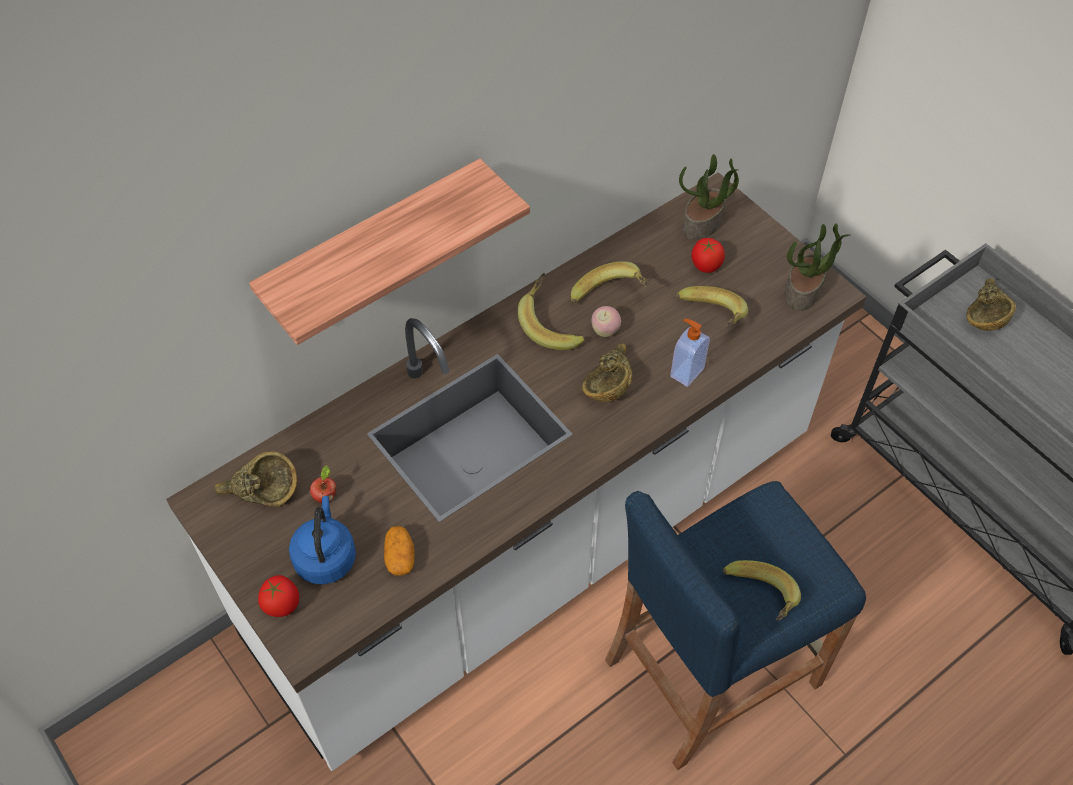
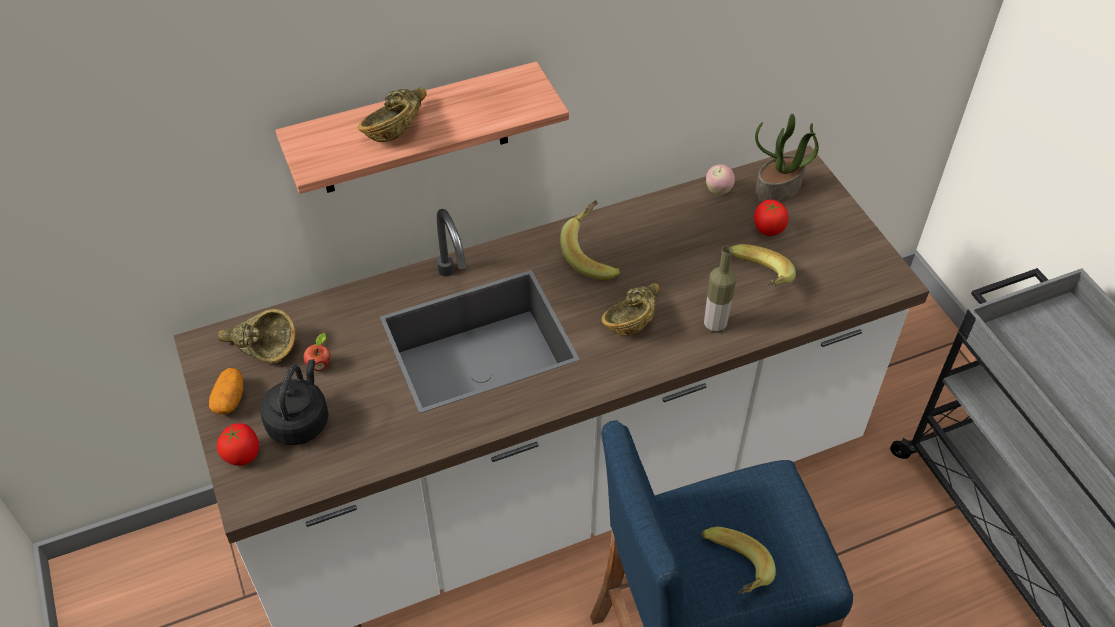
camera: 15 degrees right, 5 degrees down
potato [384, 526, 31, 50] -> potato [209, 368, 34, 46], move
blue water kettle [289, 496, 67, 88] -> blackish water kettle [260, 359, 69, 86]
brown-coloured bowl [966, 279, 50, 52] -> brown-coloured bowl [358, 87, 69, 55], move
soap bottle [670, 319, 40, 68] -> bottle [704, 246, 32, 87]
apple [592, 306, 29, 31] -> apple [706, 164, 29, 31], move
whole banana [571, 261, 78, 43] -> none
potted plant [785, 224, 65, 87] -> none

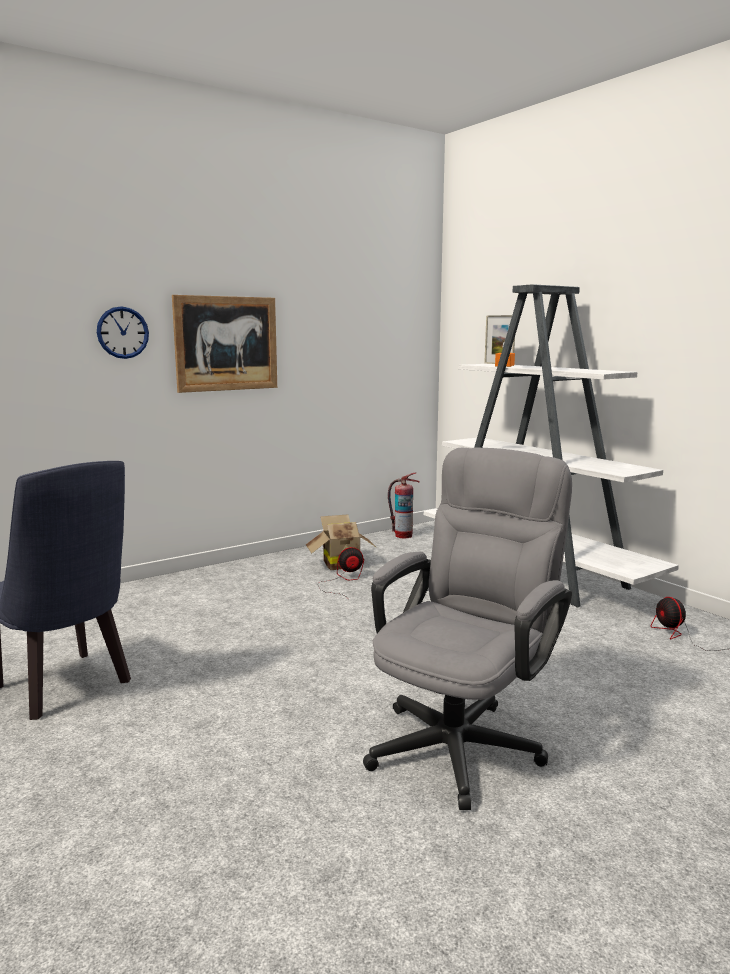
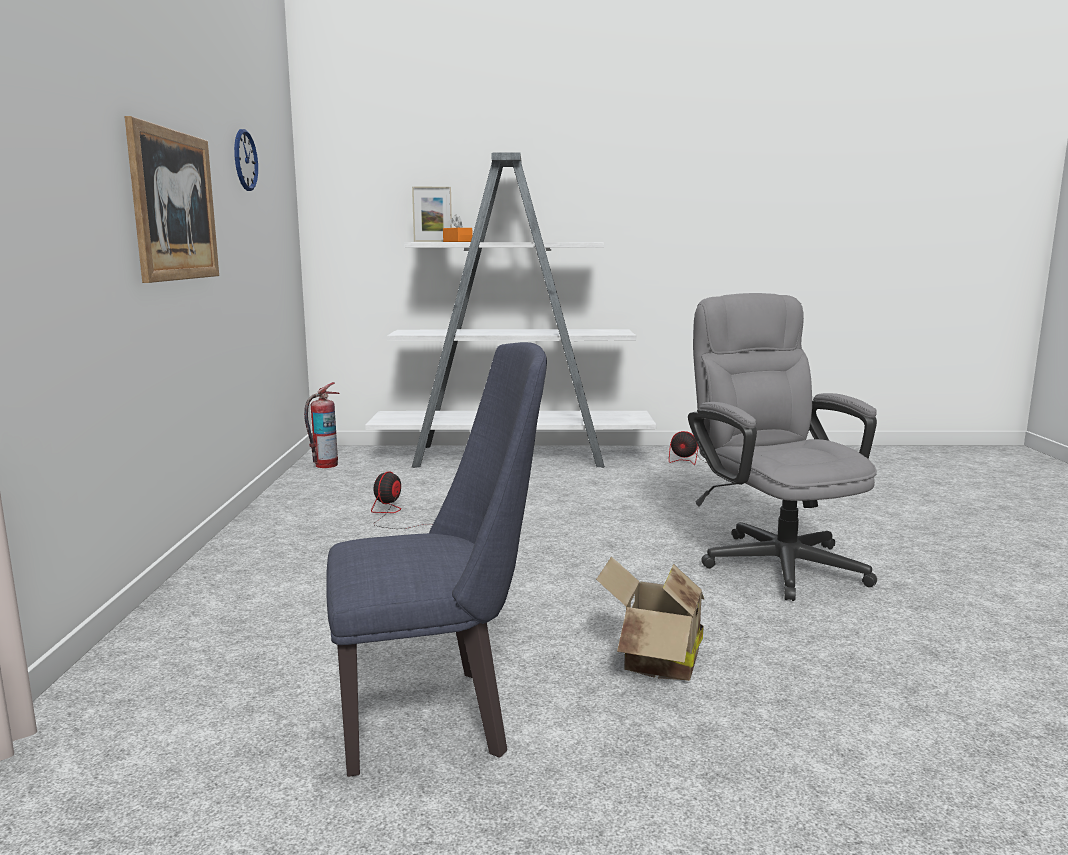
camera: 55 degrees left, 0 degrees up
hanging clock [97, 306, 52, 53] -> hanging clock [234, 129, 24, 62], move
cardboard box [306, 514, 71, 56] -> cardboard box [596, 557, 109, 124], move

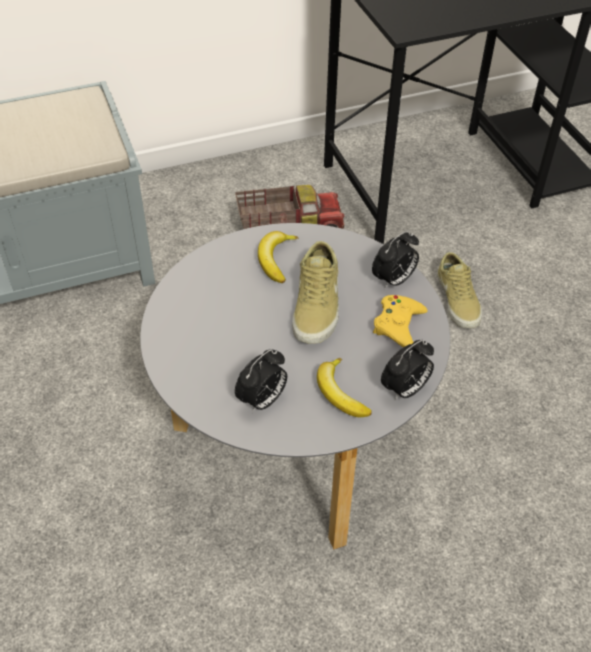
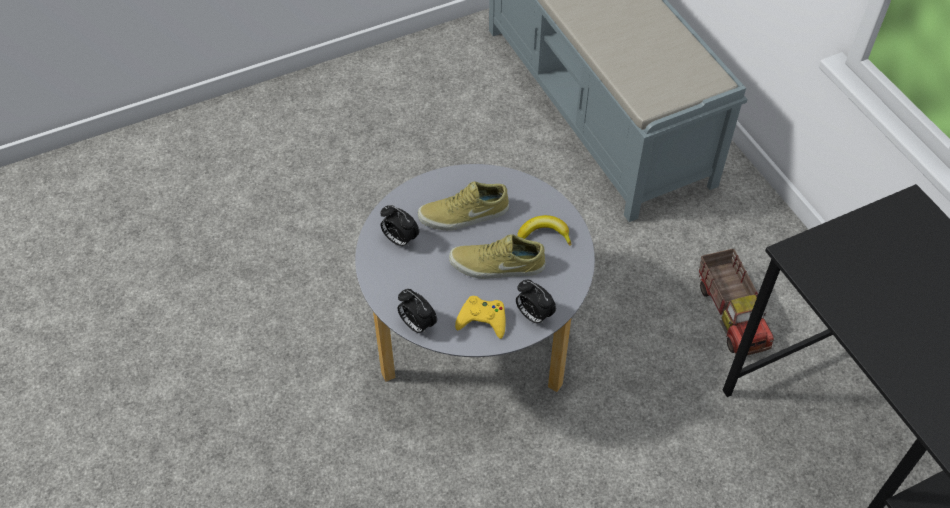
camera: 85 degrees right, 5 degrees up
sand-coloured low shoe [438, 252, 44, 76] -> sand-coloured low shoe [418, 181, 91, 49], move
whole banana [317, 358, 55, 59] -> none

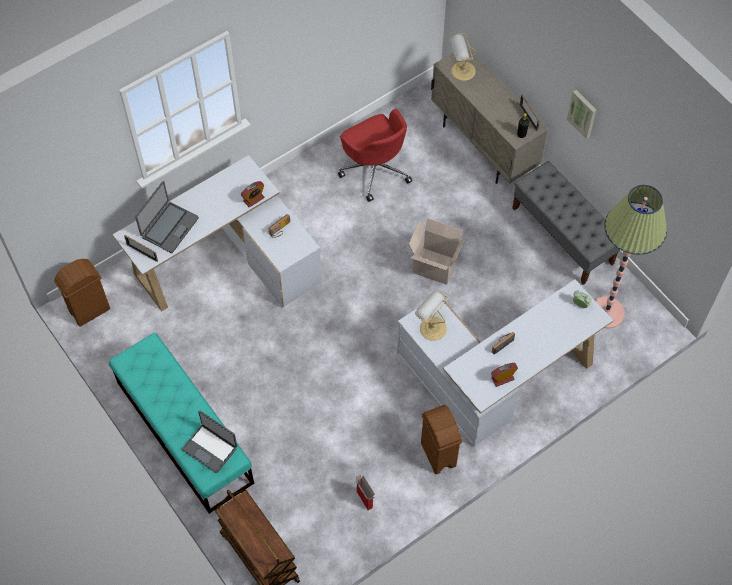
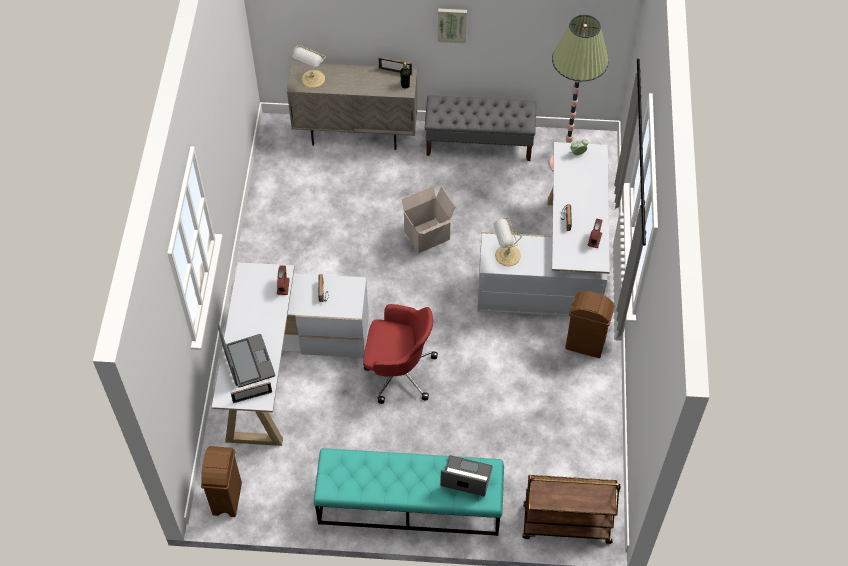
camera: 50 degrees left, 5 degrees down
reddish computer chair [338, 109, 74, 93] -> reddish computer chair [363, 304, 75, 100], move
notebook computer [182, 410, 55, 63] -> notebook computer [440, 455, 53, 41], 150 degrees counterclockwise
cardboard box [355, 475, 20, 35] -> none

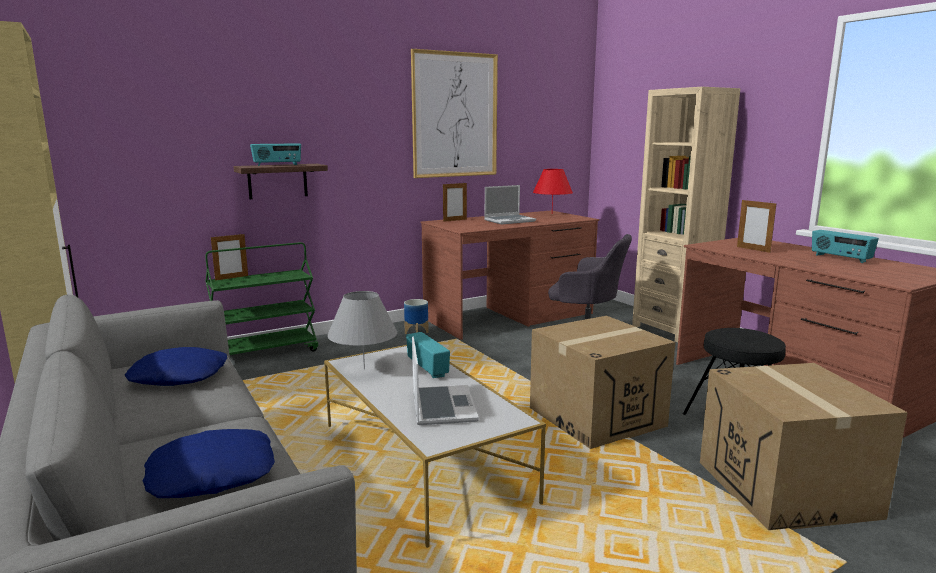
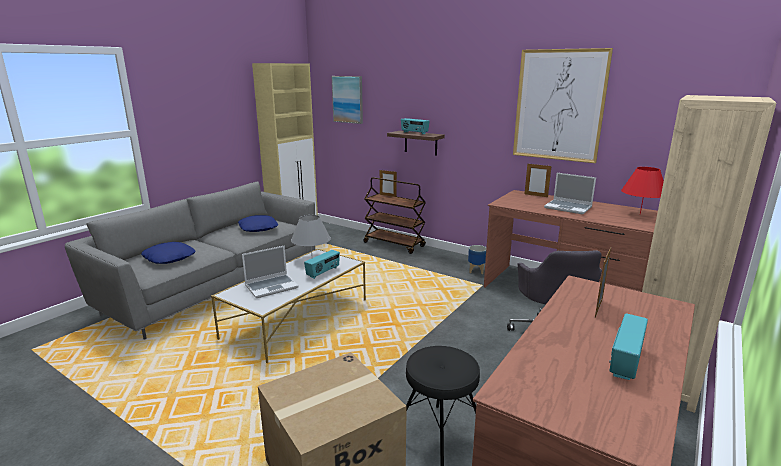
camera: 65 degrees right, 5 degrees up
none -> wall picture [332, 76, 31, 48]
green cart [205, 242, 113, 113] -> brown-coloured cart [363, 177, 63, 77]
cardboard box [530, 316, 145, 133] -> none

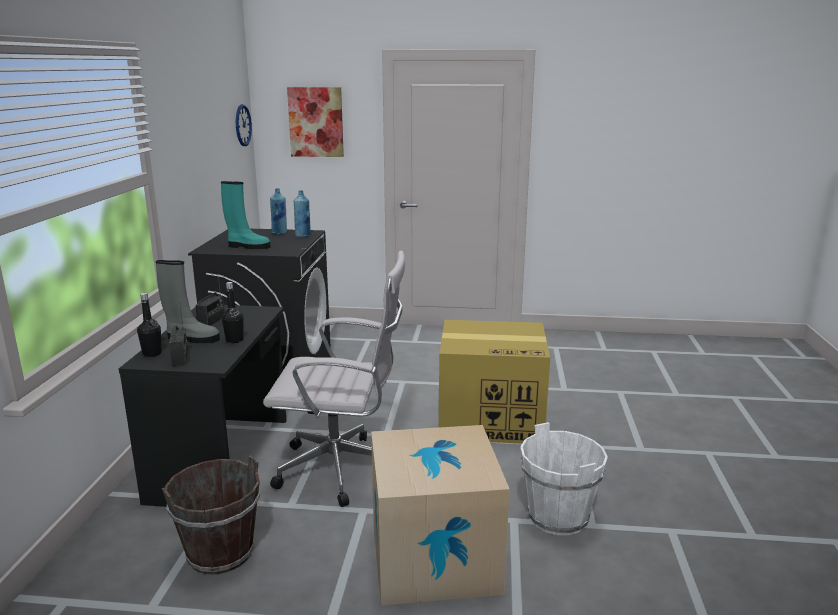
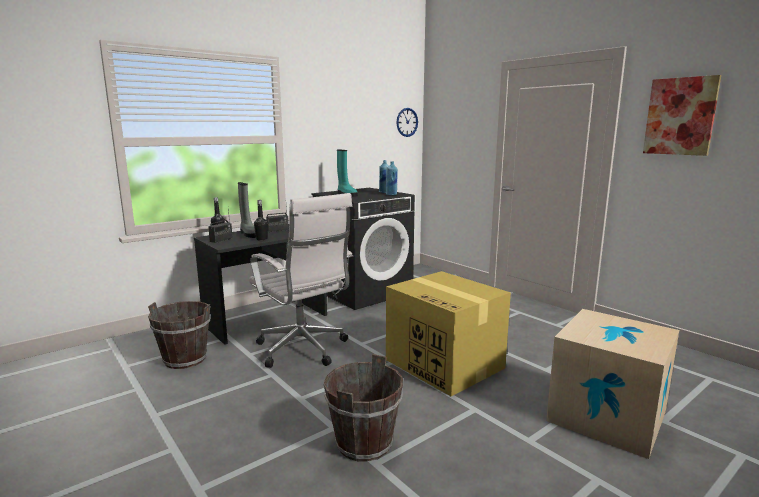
camera: 45 degrees right, 5 degrees down
white bucket [520, 422, 88, 113] -> brown-coloured bucket [324, 354, 79, 108]
cardboard box [371, 425, 139, 180] -> cardboard box [546, 309, 133, 150], move
wall picture [287, 87, 57, 70] -> wall picture [643, 75, 78, 81], move

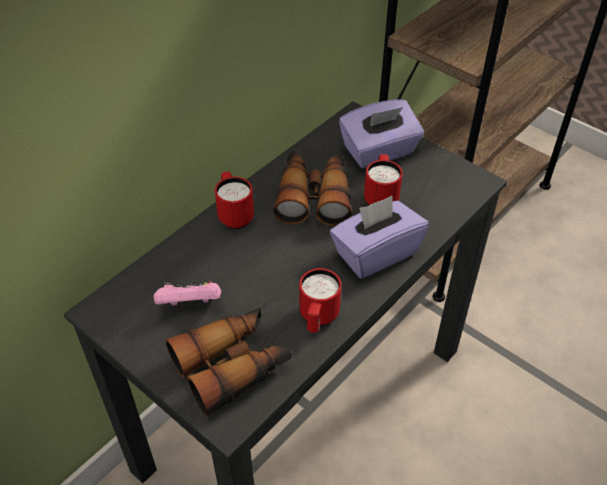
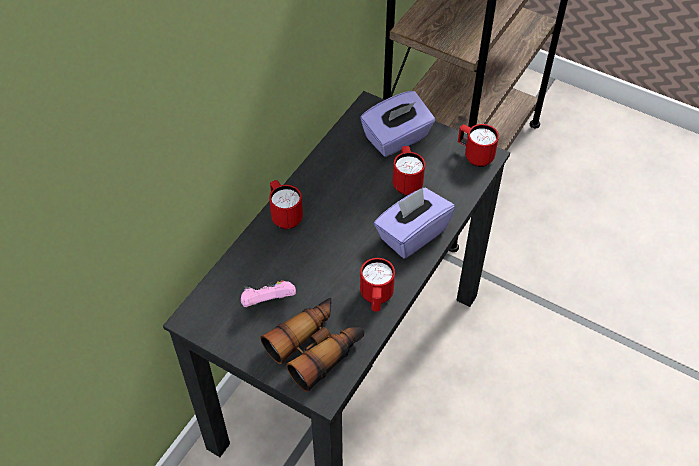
camera: 10 degrees left, 5 degrees up
none -> reddish coffee mug [458, 124, 41, 43]
pair of binoculars [273, 151, 79, 75] -> none

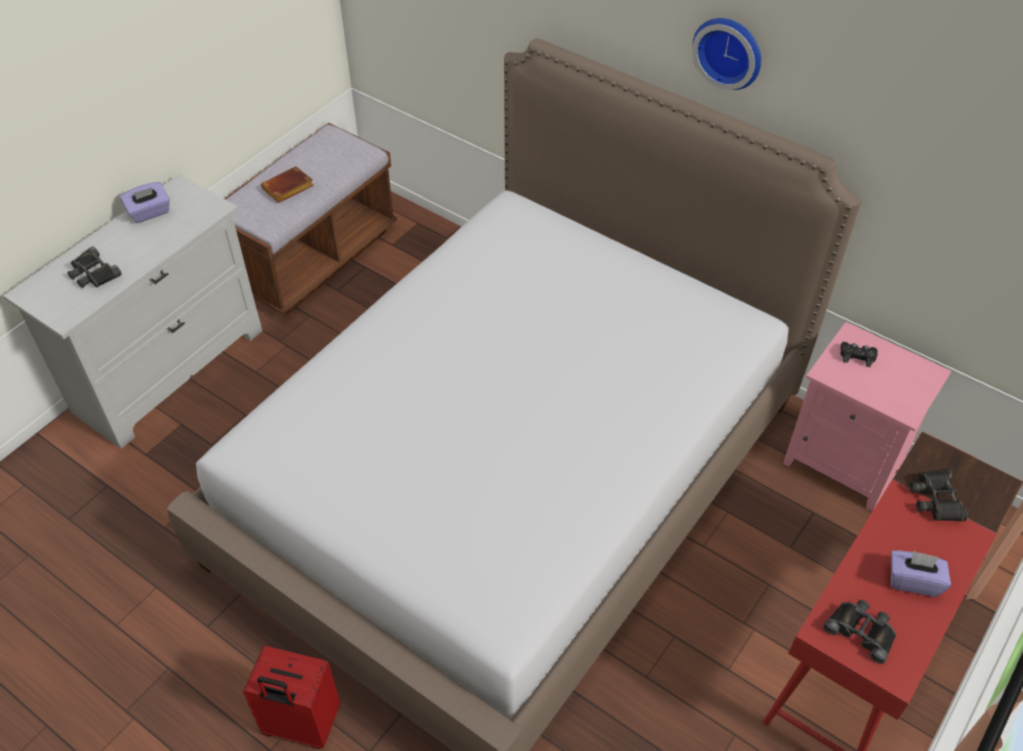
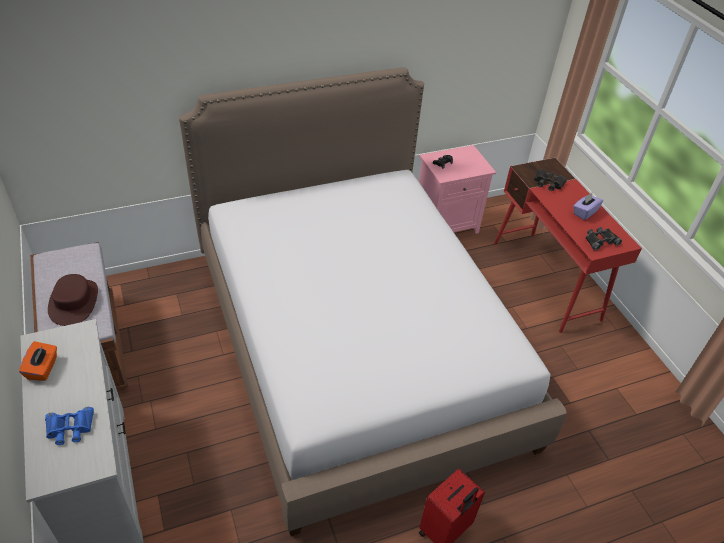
camera: 60 degrees left, 5 degrees down
purple-coloured tissue holder [120, 182, 50, 41] -> orangey tissue holder [19, 341, 38, 40]
blackish pair of binoculars [67, 246, 55, 42] -> blue pair of binoculars [45, 407, 49, 38]
brown-coloured bound book [261, 166, 53, 37] -> brown-coloured wearable hat [48, 274, 50, 52]
hanging clock [692, 18, 69, 72] -> none

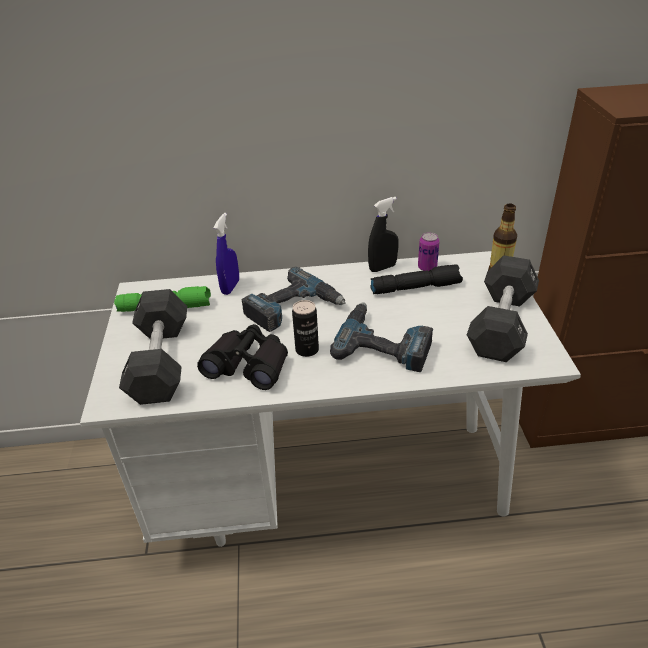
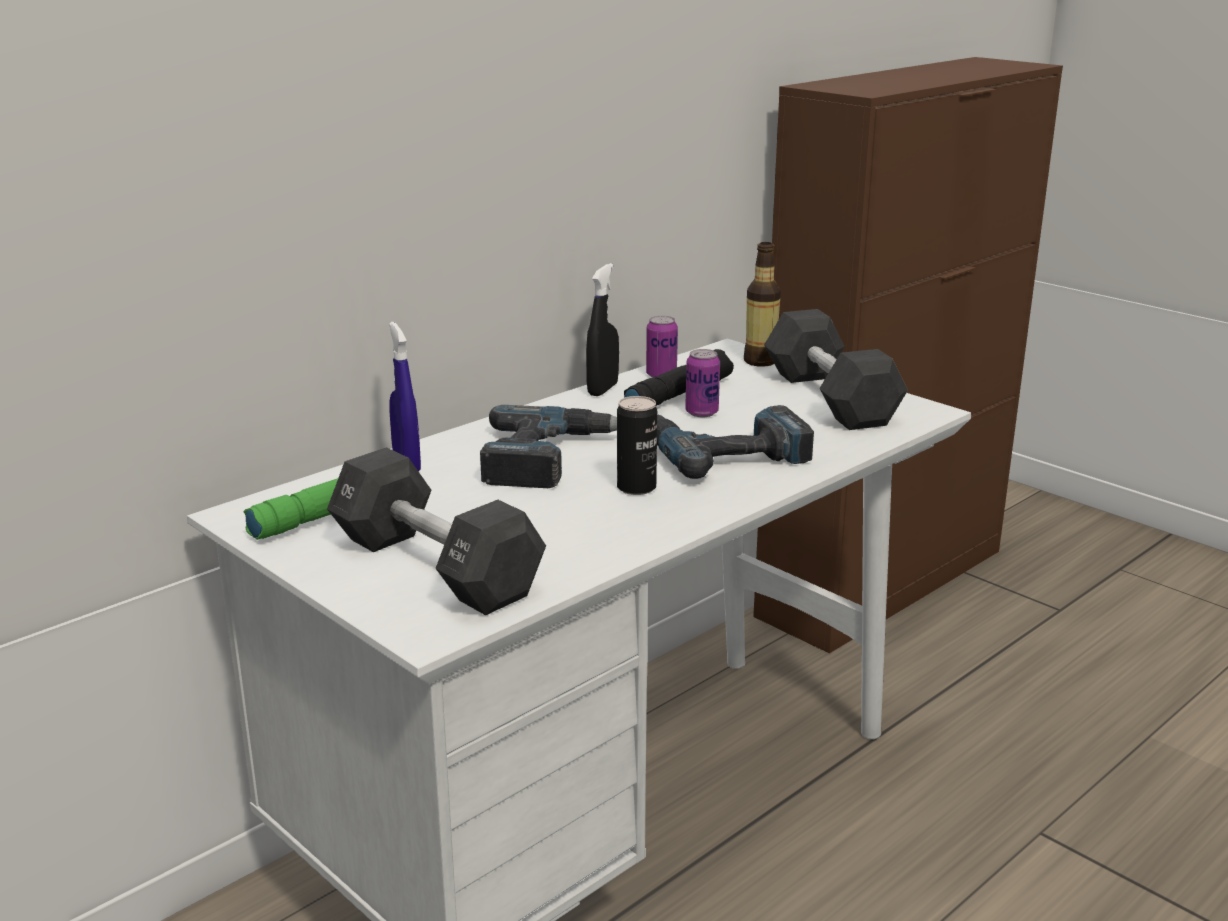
camera: 40 degrees left, 15 degrees down
none -> can [685, 349, 35, 68]
blackish pair of binoculars [197, 324, 91, 66] -> none

